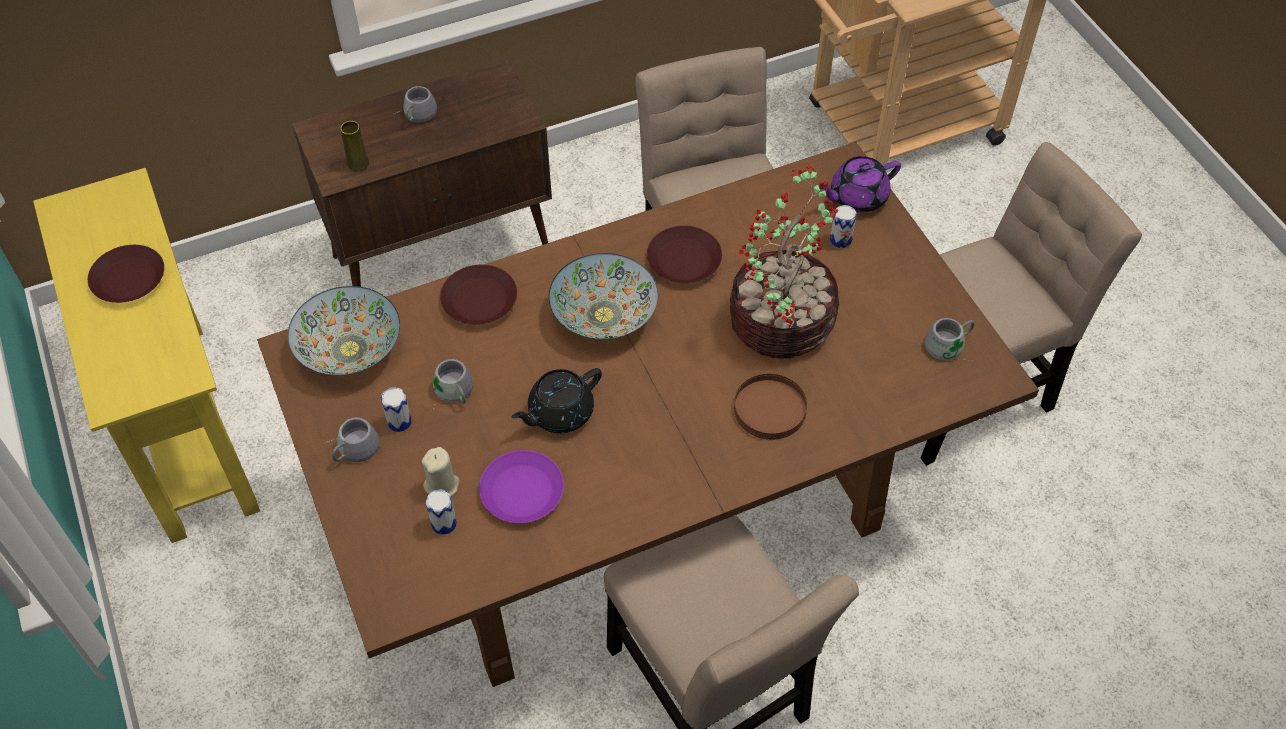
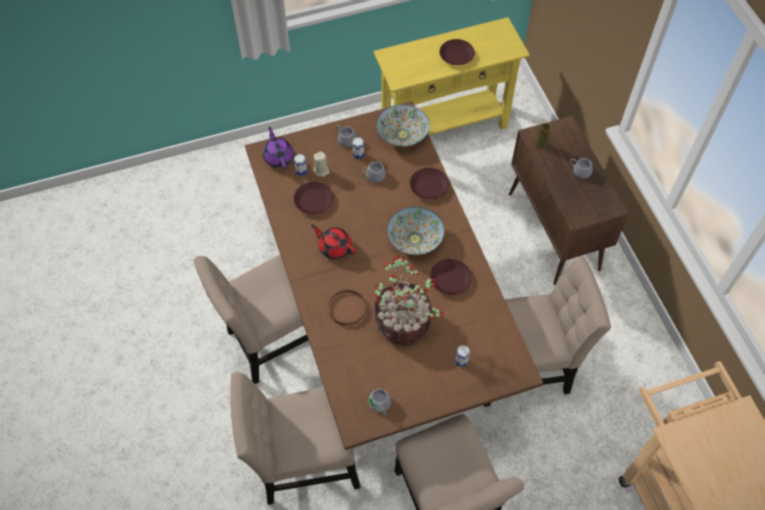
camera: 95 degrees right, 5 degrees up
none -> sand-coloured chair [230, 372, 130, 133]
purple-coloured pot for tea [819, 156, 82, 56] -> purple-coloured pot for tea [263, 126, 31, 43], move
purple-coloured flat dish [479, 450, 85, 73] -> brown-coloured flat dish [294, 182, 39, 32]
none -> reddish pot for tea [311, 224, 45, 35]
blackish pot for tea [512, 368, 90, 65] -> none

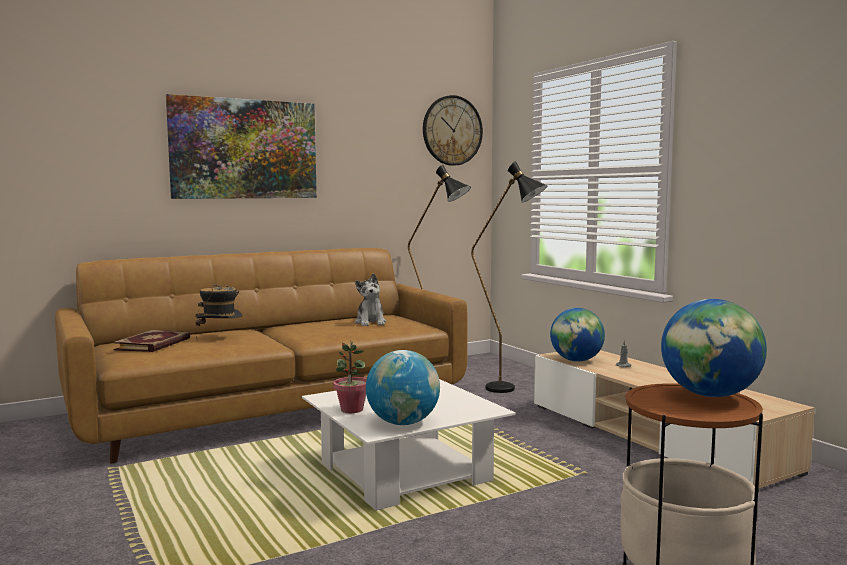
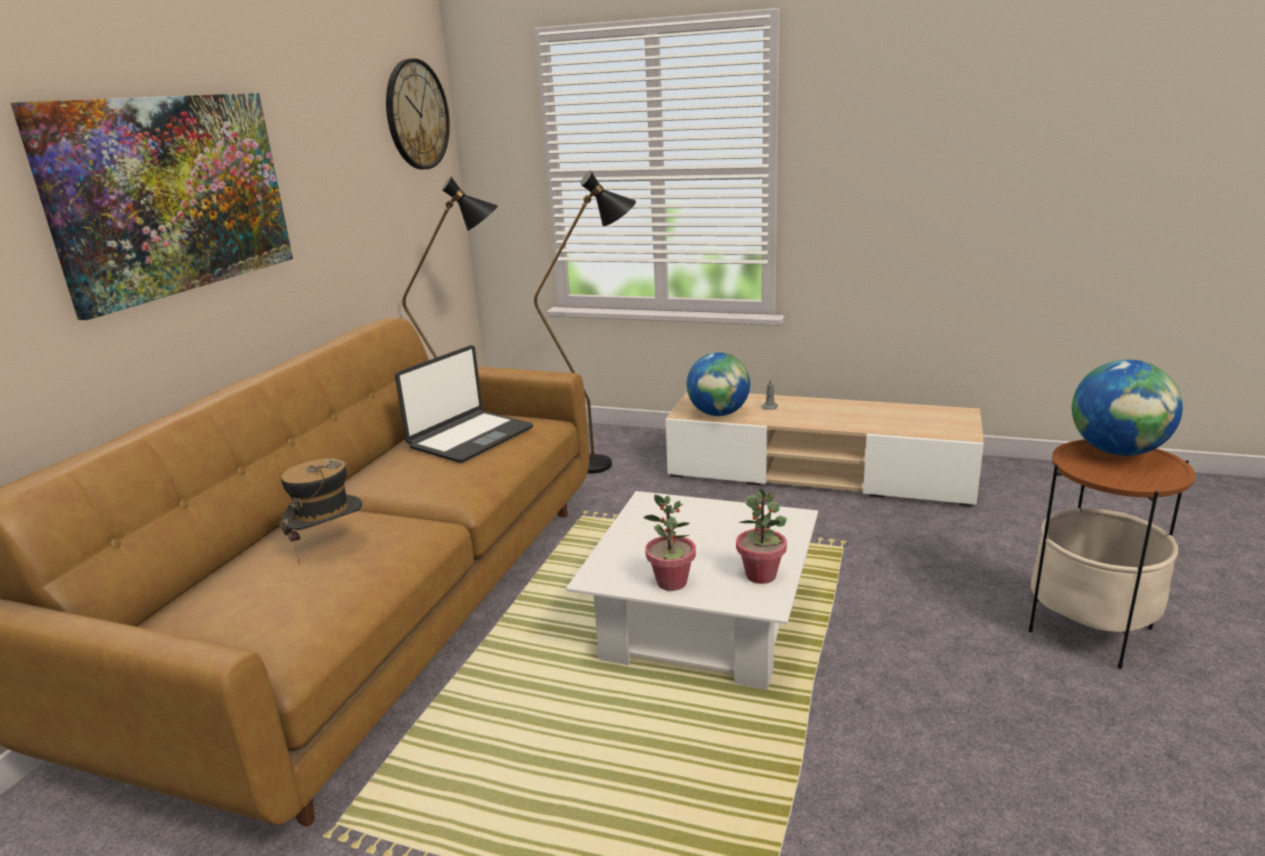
camera: 40 degrees left, 15 degrees up
plush toy [355, 273, 31, 53] -> notebook computer [395, 345, 138, 118]
desk globe [366, 350, 74, 75] -> potted plant [736, 489, 51, 95]
bound book [113, 330, 77, 22] -> none

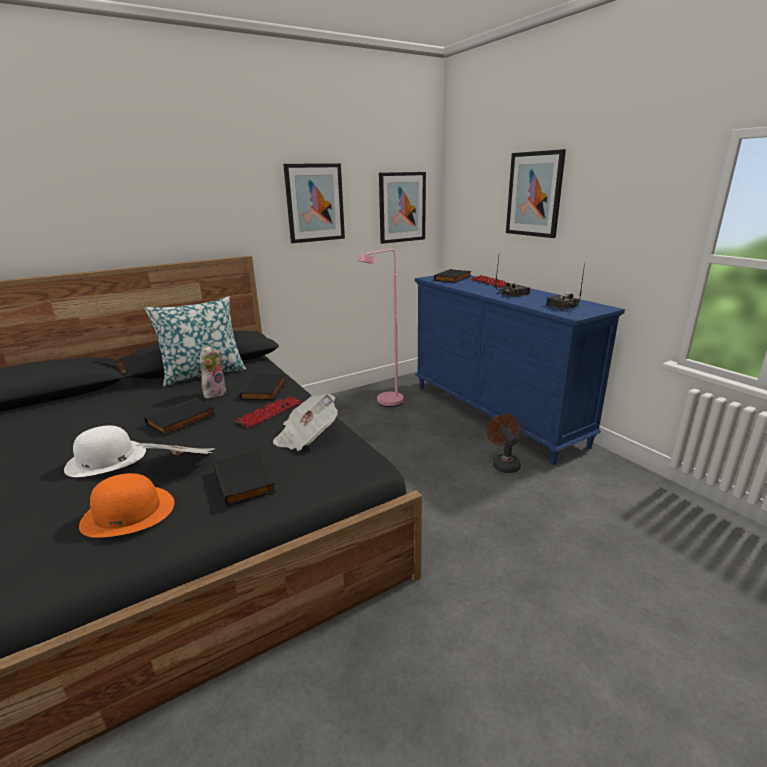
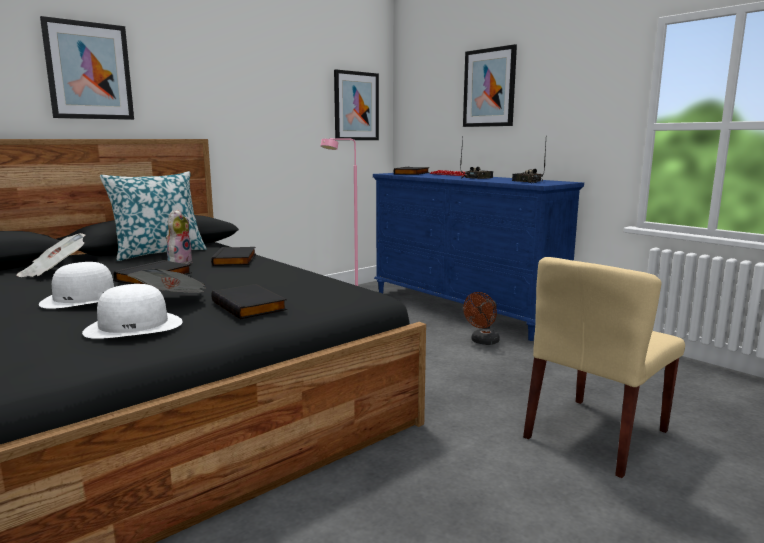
camera: 10 degrees left, 10 degrees down
newspaper [273, 394, 65, 57] -> newspaper [17, 233, 69, 44], move
wall picture [283, 163, 62, 80] -> wall picture [40, 16, 94, 104], move
orangey wearable hat [79, 473, 95, 65] -> white wearable hat [82, 284, 101, 55]
brown-coloured cooling fan [487, 414, 34, 59] -> brown-coloured cooling fan [463, 292, 37, 53], 120 degrees counterclockwise
none -> sand-coloured chair [523, 257, 162, 221]
keyboard [236, 396, 66, 33] -> none

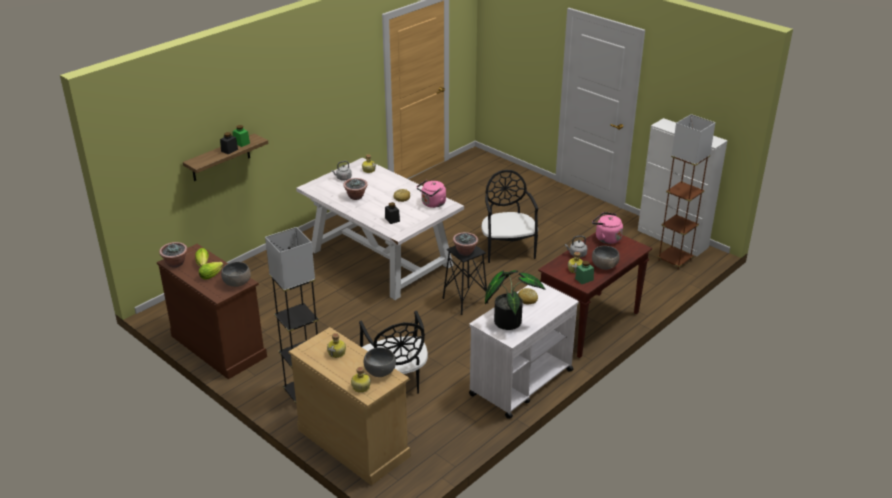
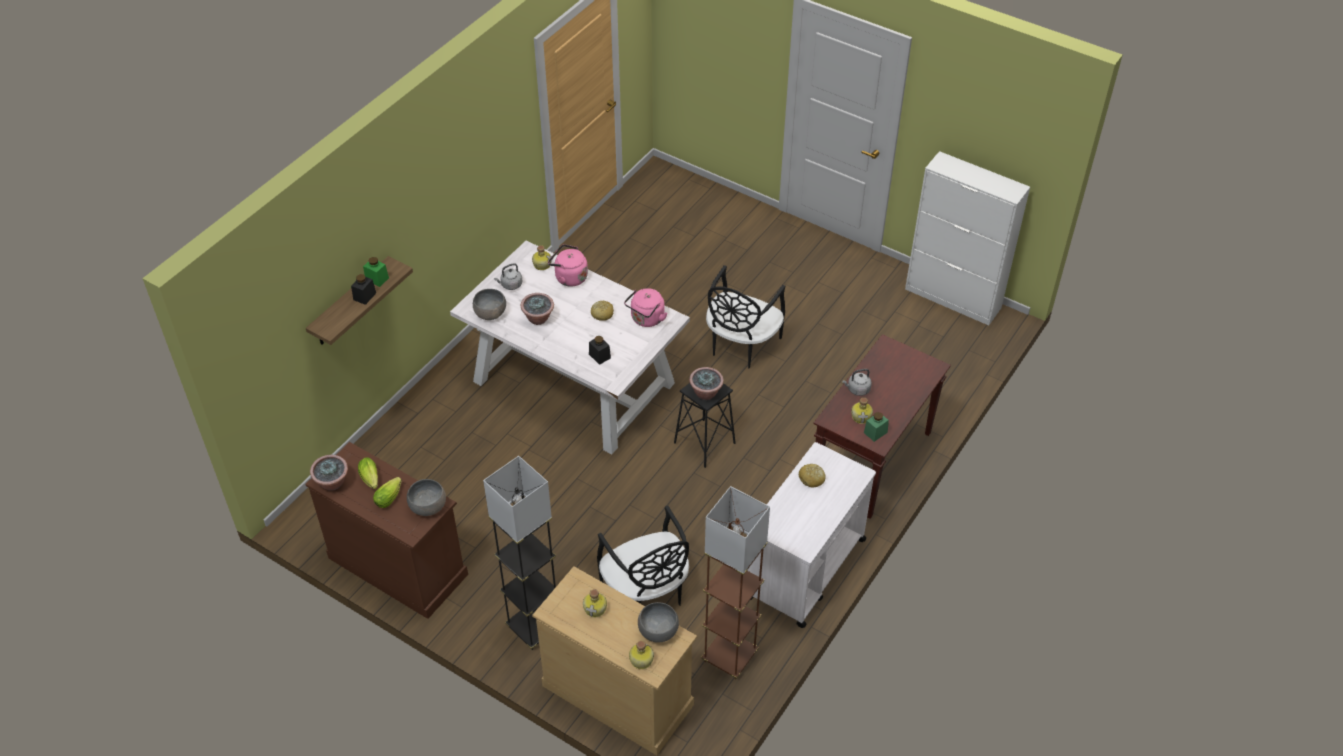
camera: 10 degrees left, 15 degrees up
gray bowl [592, 246, 28, 24] -> gray bowl [473, 289, 33, 31], move
pinkish water kettle [592, 212, 31, 32] -> pinkish water kettle [548, 244, 40, 43], move
brown-coloured standing lamp [657, 114, 59, 156] -> brown-coloured standing lamp [701, 486, 69, 193], move
blackish chair [481, 170, 57, 93] -> blackish chair [706, 265, 79, 103], 135 degrees counterclockwise
potted plant [485, 270, 61, 60] -> none

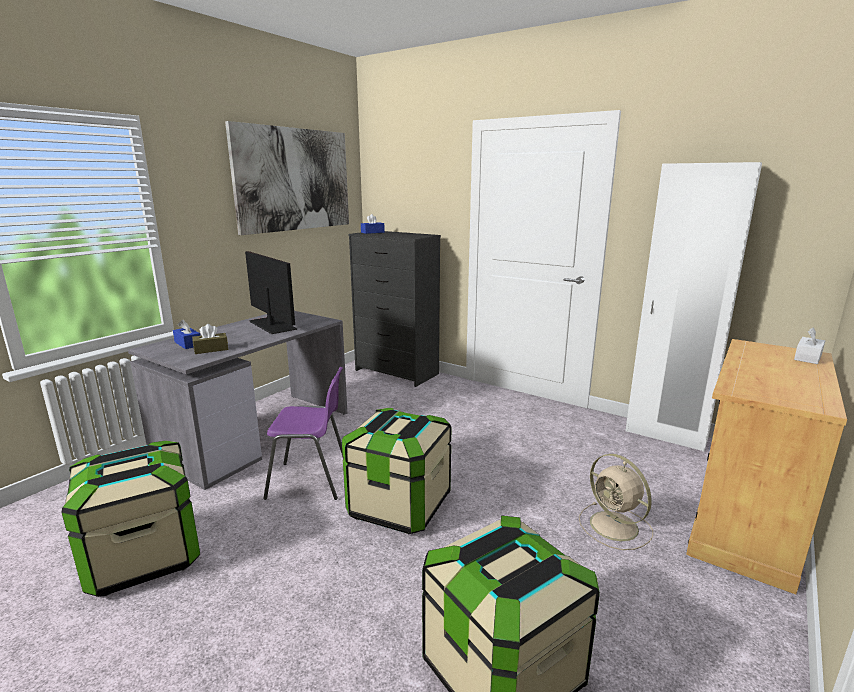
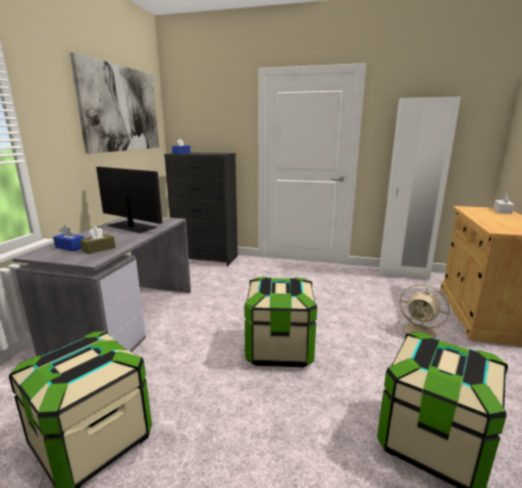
camera: 20 degrees left, 0 degrees up
purple-coloured chair [263, 367, 81, 133] -> none

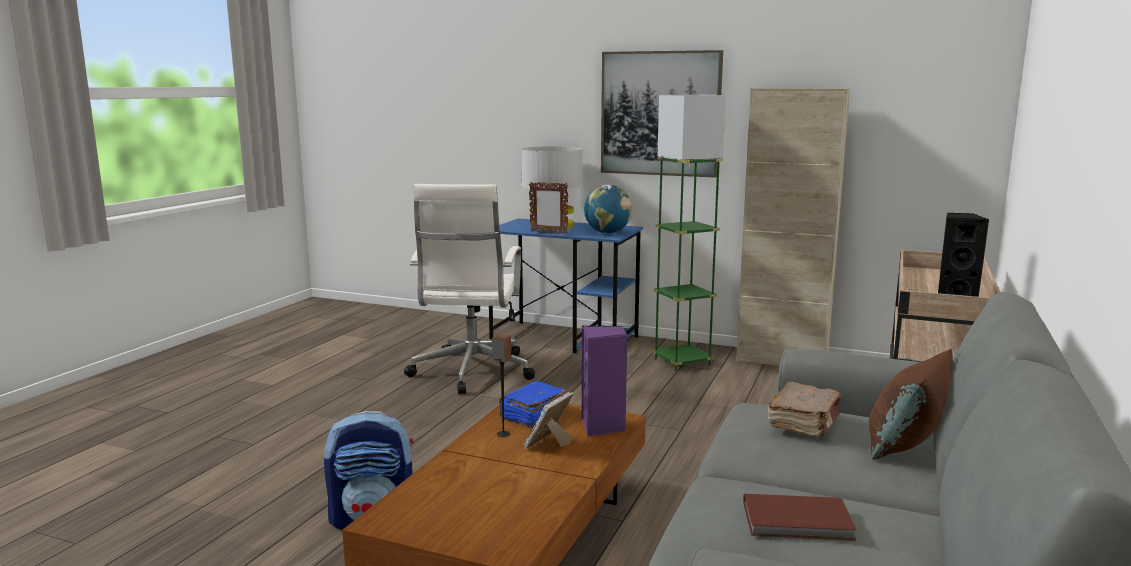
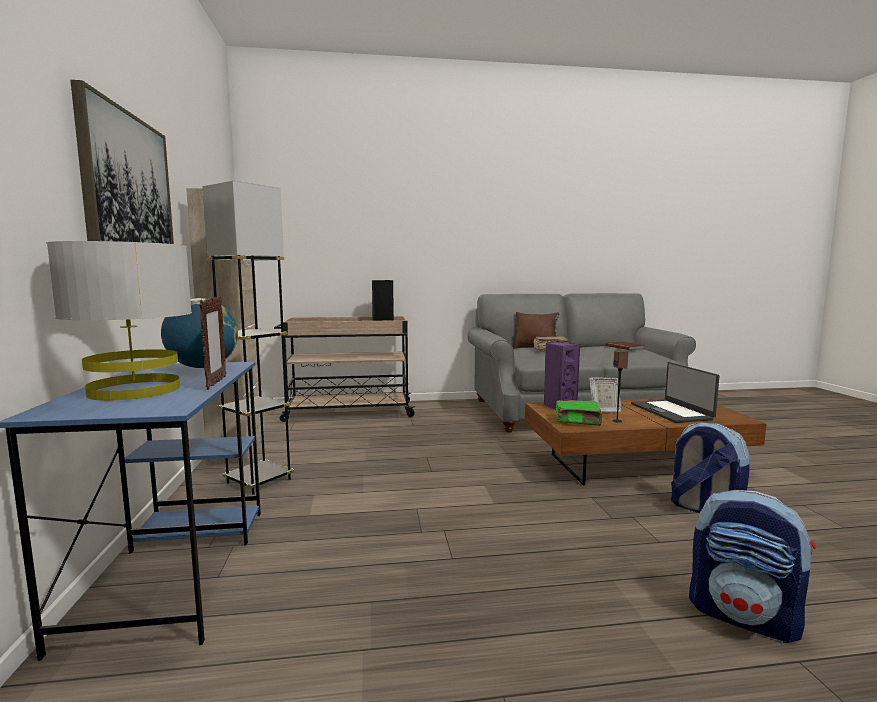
camera: 120 degrees left, 5 degrees down
green standing lamp [652, 94, 74, 277] -> gray standing lamp [203, 180, 91, 315]
blue bound book [499, 381, 68, 46] -> green bound book [556, 400, 47, 26]
none -> notebook computer [631, 362, 88, 61]
none -> rucksack [689, 490, 127, 153]
white computer chair [404, 184, 131, 210] -> none

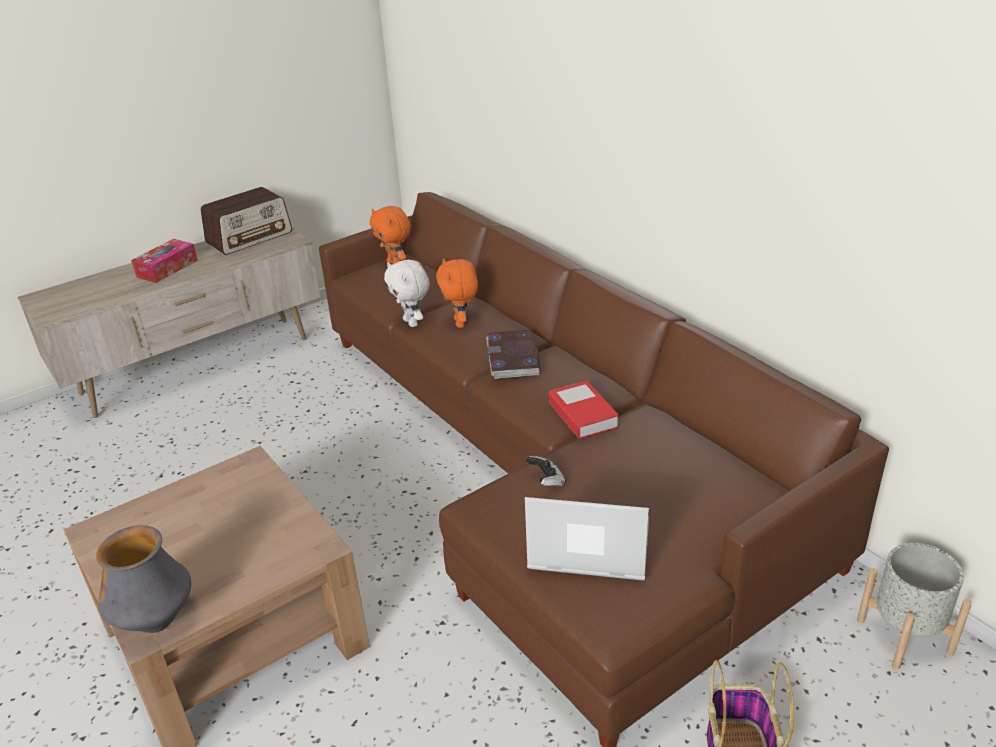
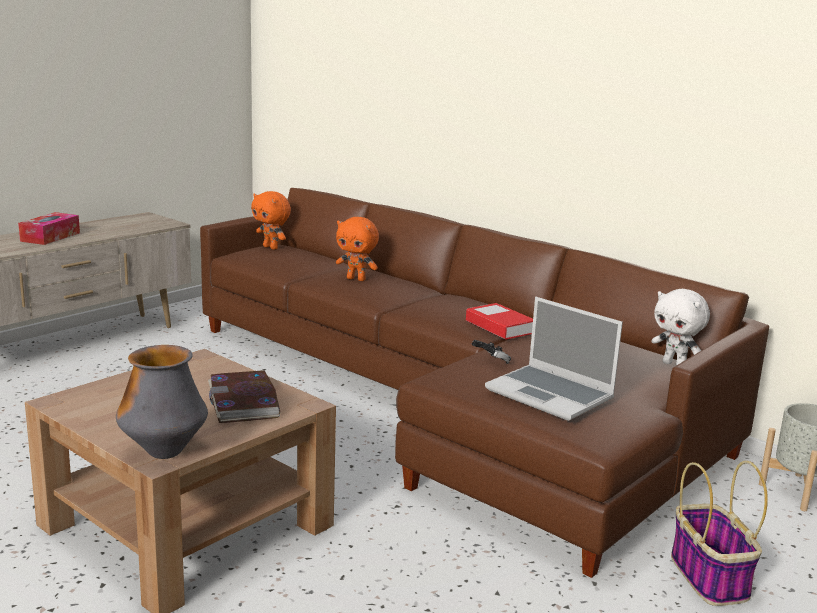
camera: 15 degrees left, 15 degrees down
bound book [486, 329, 54, 51] -> bound book [208, 370, 72, 53], move
orangey plush toy [436, 258, 42, 70] -> orangey plush toy [336, 217, 43, 64], 45 degrees counterclockwise
notebook computer [525, 497, 124, 83] -> notebook computer [485, 297, 138, 124], 135 degrees counterclockwise
white plush toy [384, 259, 46, 68] -> white plush toy [651, 289, 59, 77], move
radio [201, 187, 91, 68] -> none

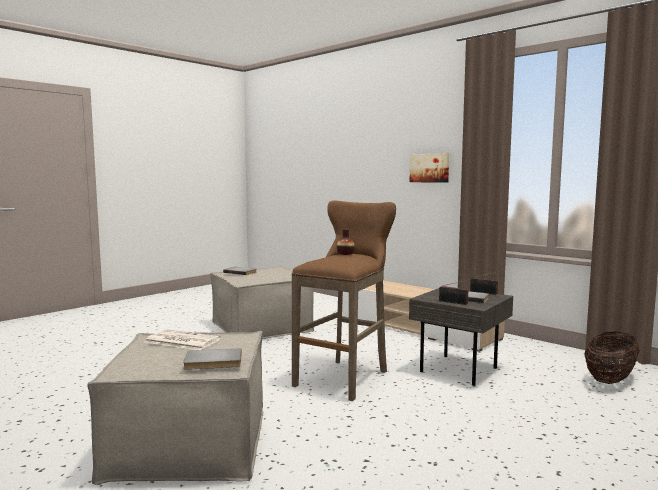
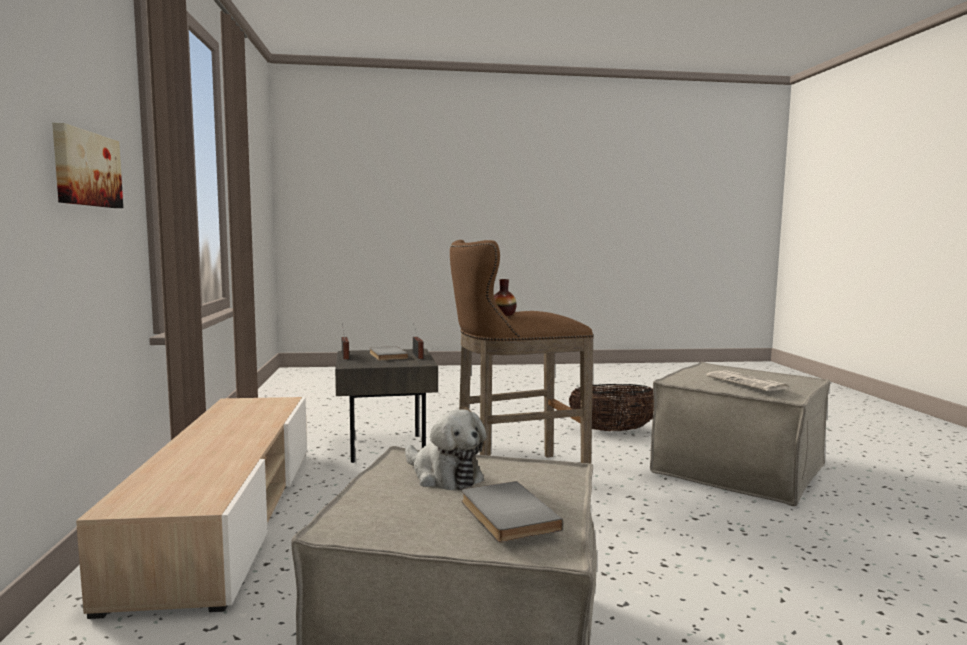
camera: 140 degrees left, 0 degrees up
none -> plush toy [405, 409, 82, 81]
storage basket [584, 332, 56, 52] -> storage basket [568, 384, 86, 48], move
gray bound book [183, 348, 59, 22] -> none

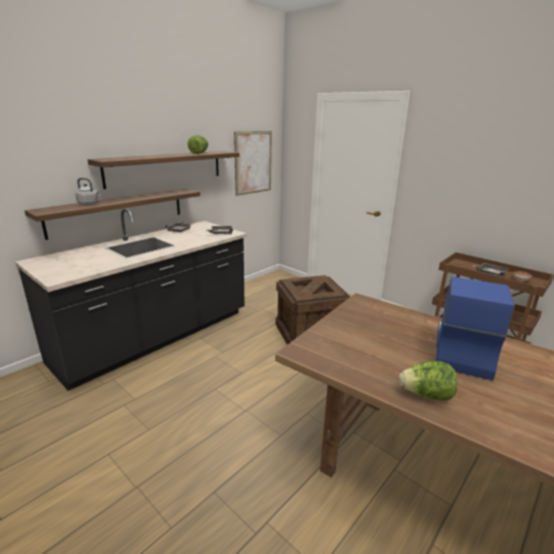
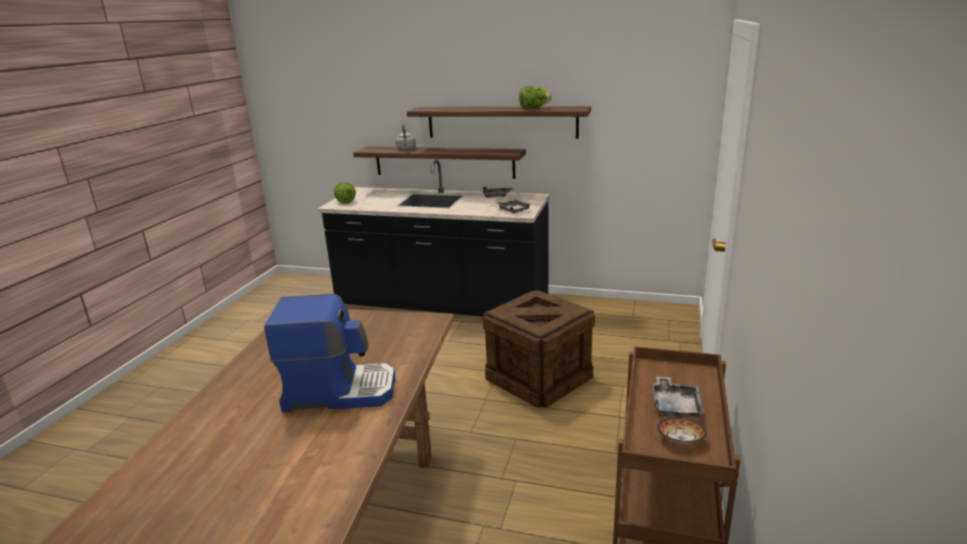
camera: 65 degrees right, 0 degrees up
lettuce [399, 361, 58, 39] -> lettuce [334, 182, 22, 22], move
wall picture [234, 131, 38, 65] -> none

